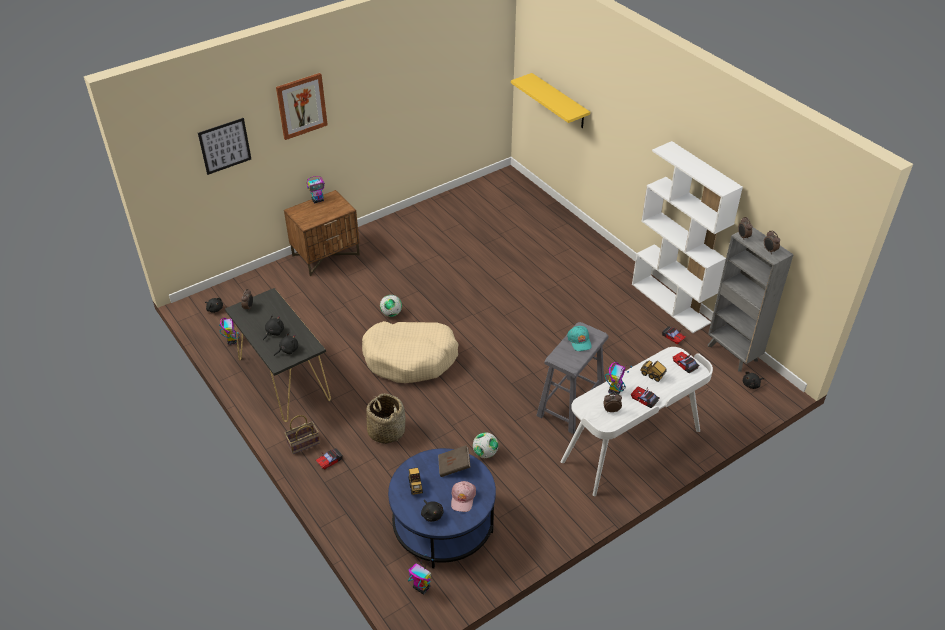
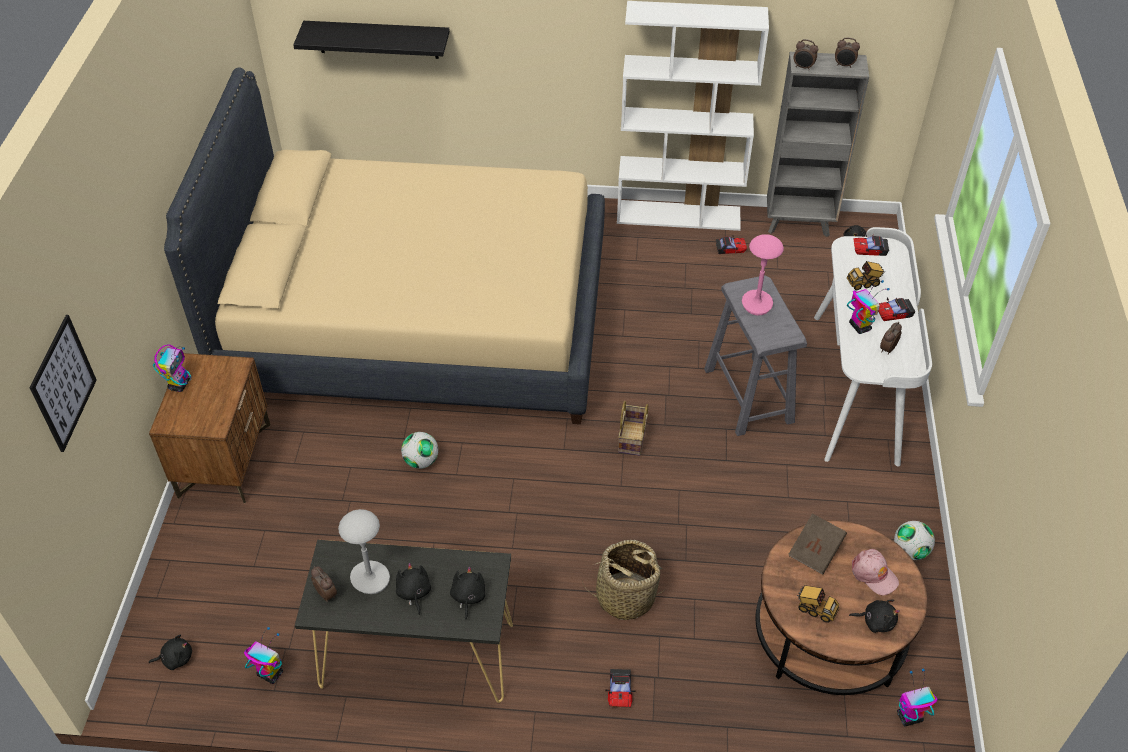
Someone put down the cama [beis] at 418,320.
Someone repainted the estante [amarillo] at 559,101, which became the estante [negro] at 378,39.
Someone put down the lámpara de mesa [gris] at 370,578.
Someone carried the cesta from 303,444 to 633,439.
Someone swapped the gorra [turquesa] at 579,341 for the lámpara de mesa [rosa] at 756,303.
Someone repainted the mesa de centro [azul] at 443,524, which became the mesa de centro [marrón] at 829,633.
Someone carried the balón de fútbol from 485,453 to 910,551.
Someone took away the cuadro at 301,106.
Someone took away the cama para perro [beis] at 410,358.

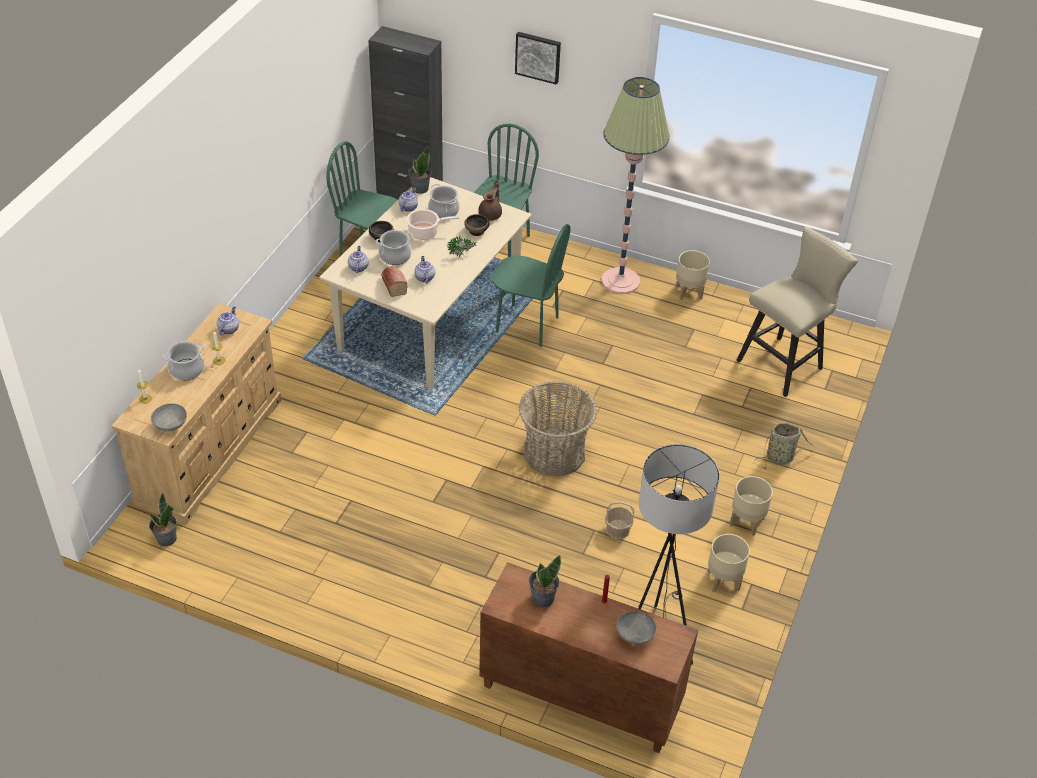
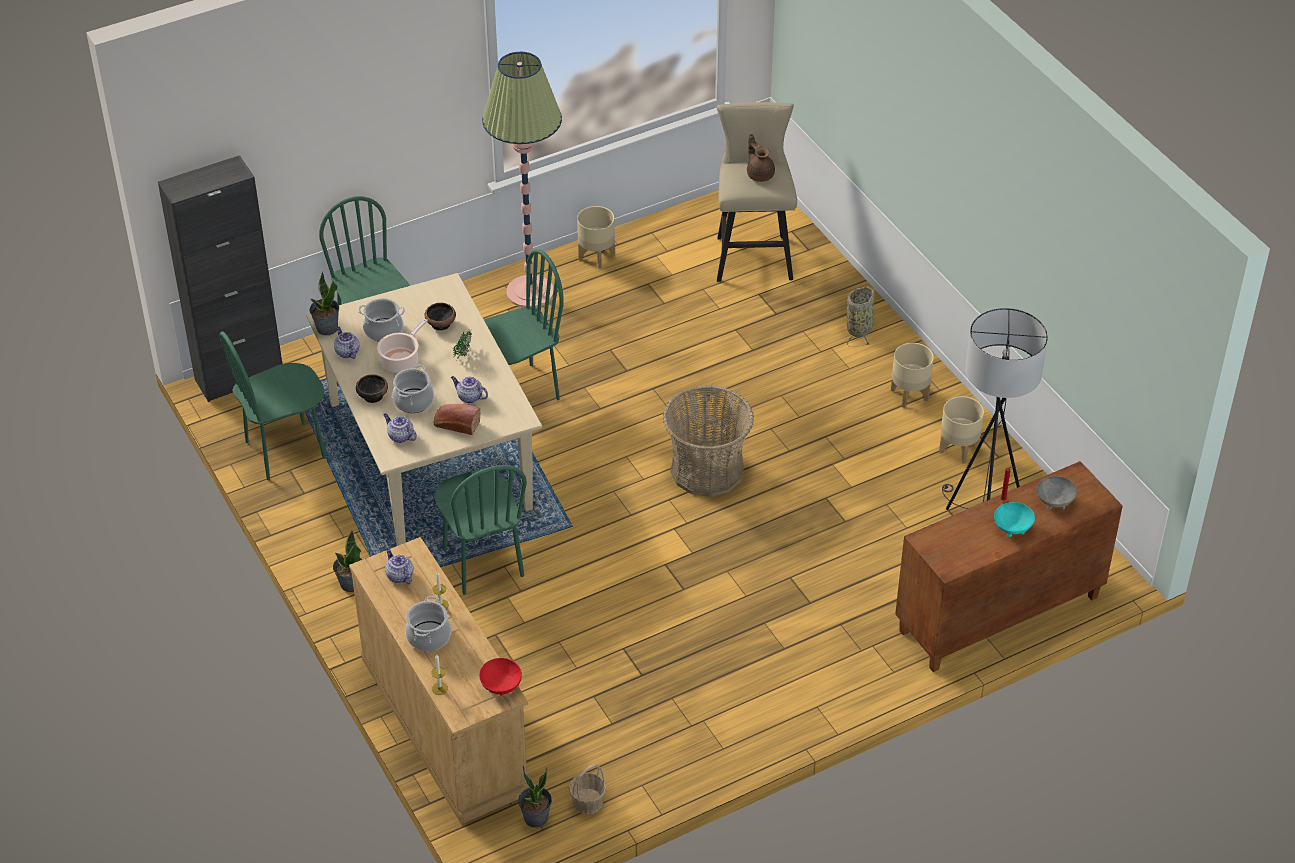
Someone carried the planta en maceta from 542,598 to 350,584.
Someone put down the silla [verde] at 482,563.
Someone repainted the cuenco [gris] at 170,426, which became the cuenco [rojo] at 501,687.
Someone carried the cesta from 617,529 to 587,802.
Someone carried the tetera [marrón] from 491,215 to 759,174.
Someone put down the cuenco [turquesa] at 1012,528.
Someone took away the cuadro at 538,56.

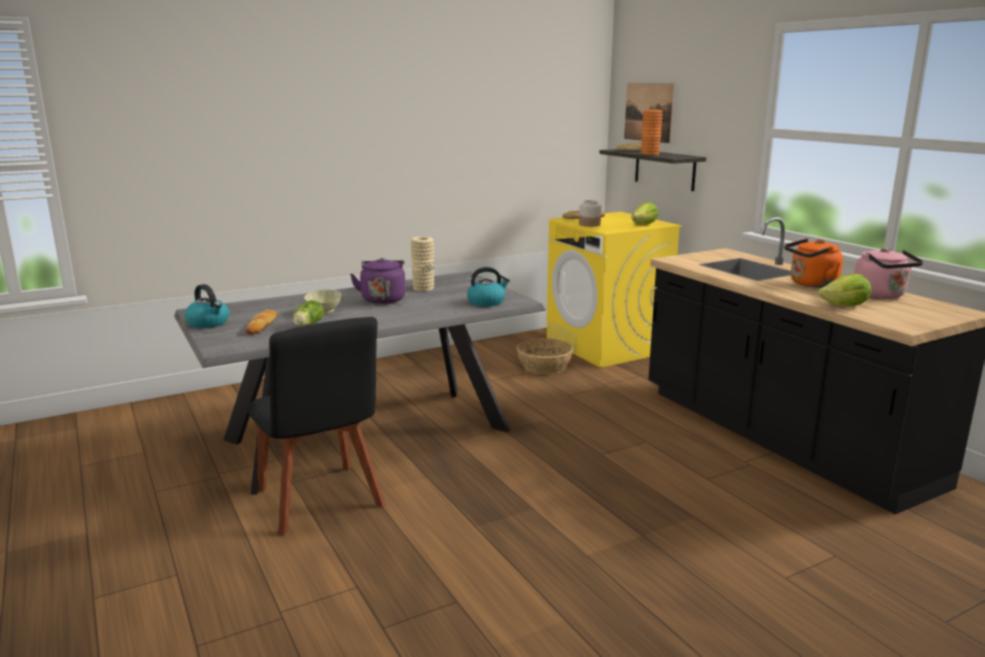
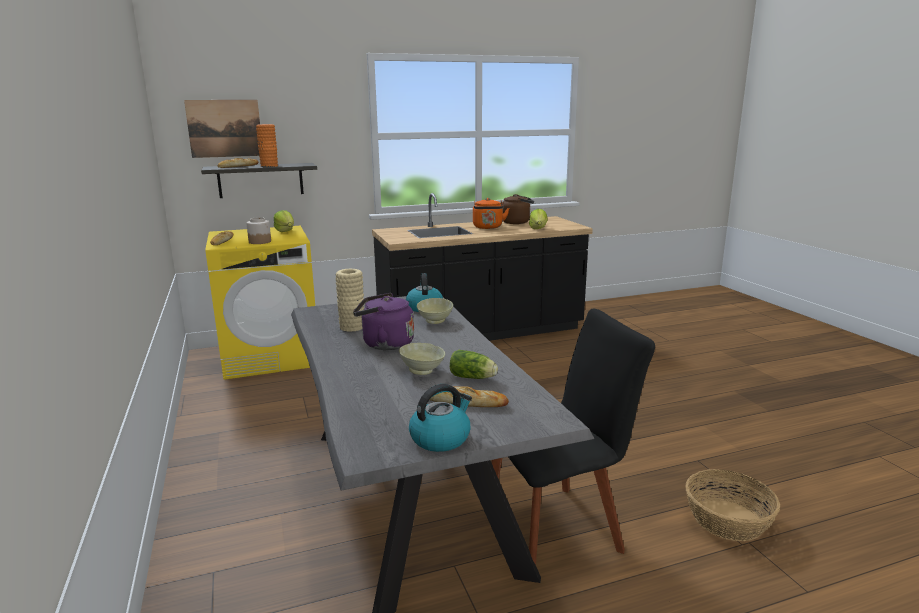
Someone put down the cuenco [beis] at 434,321.
Someone repainted the hervidor [rosa] at 881,295, which became the hervidor [marrón] at 517,222.
Someone carried the cesta from 543,366 to 727,520.

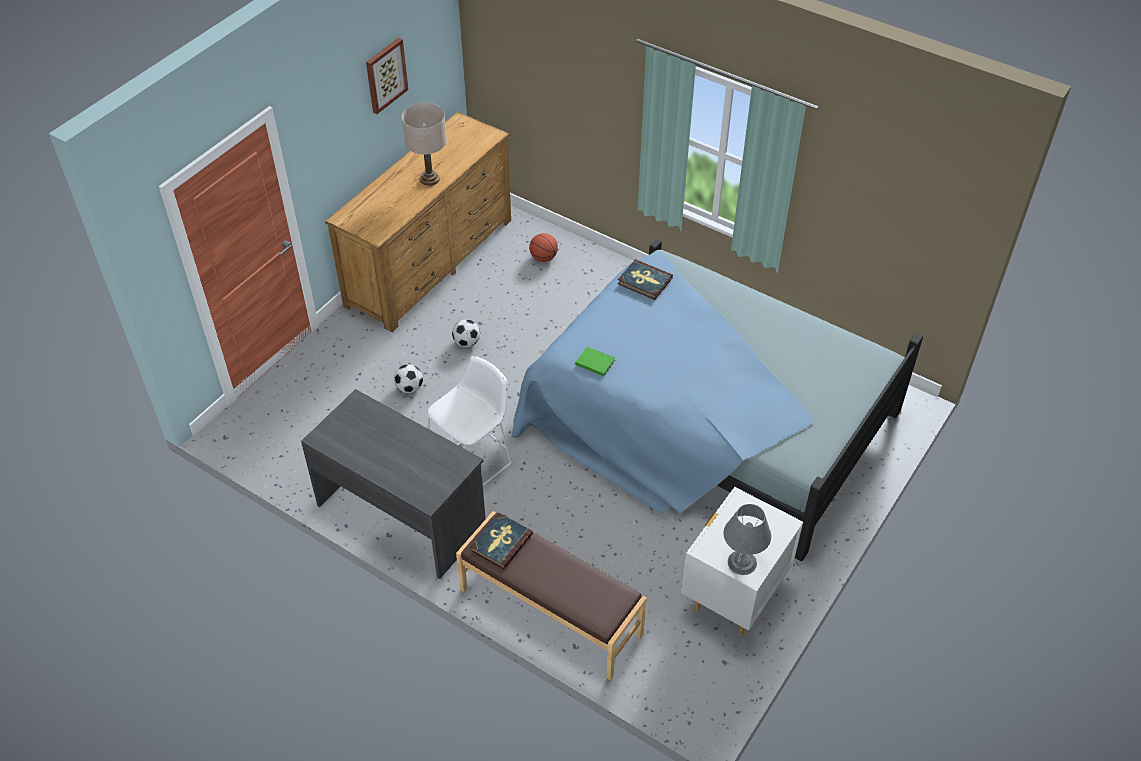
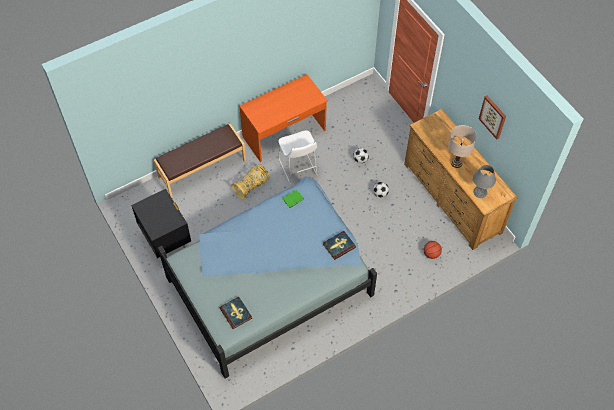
Someone repainted the mesita de noche [blanco] at 734,596, which became the mesita de noche [negro] at 166,240.
Someone carried the libro from 501,542 to 236,313.
Someone put down the cesta at 252,186.
Someone repainted the escritorio [gris] at 402,514, which became the escritorio [naranja] at 284,134.
Someone carried the lámpara de mesa [gris] from 742,562 to 480,192.

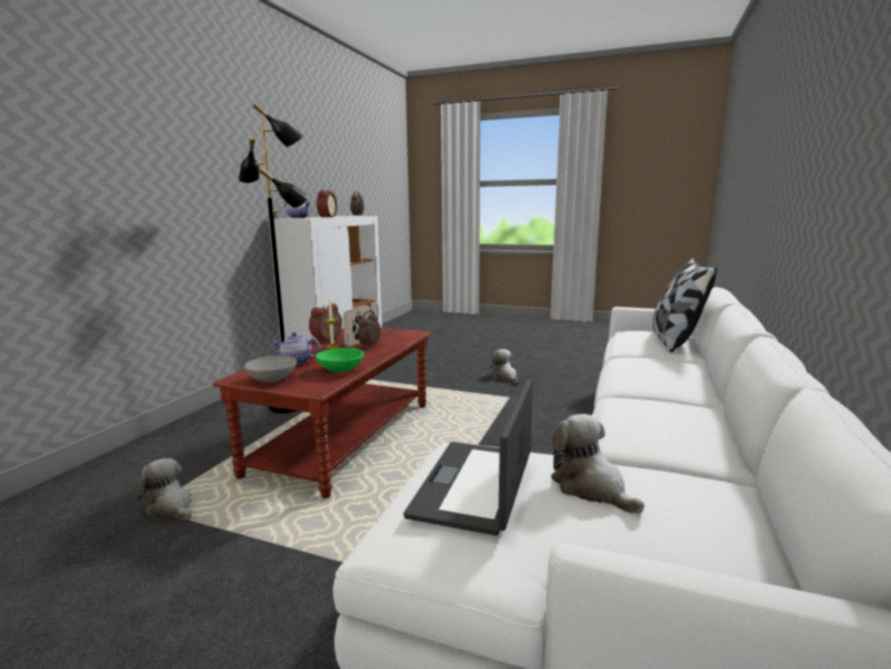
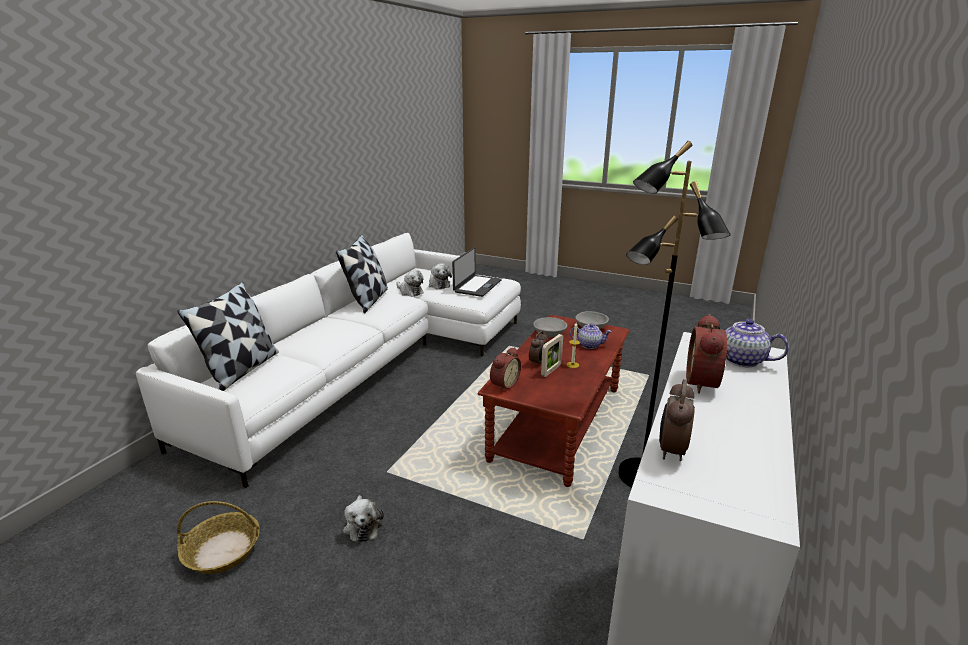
Someone put down the cesta at 222,551.
Someone put down the cojín at 368,300.
Someone carried the peluche from 171,507 to 410,292.
Someone carried the despertador from 328,339 to 503,384.
Someone repainted the cuenco [verde] at 341,370, which became the cuenco [gris] at 549,334.

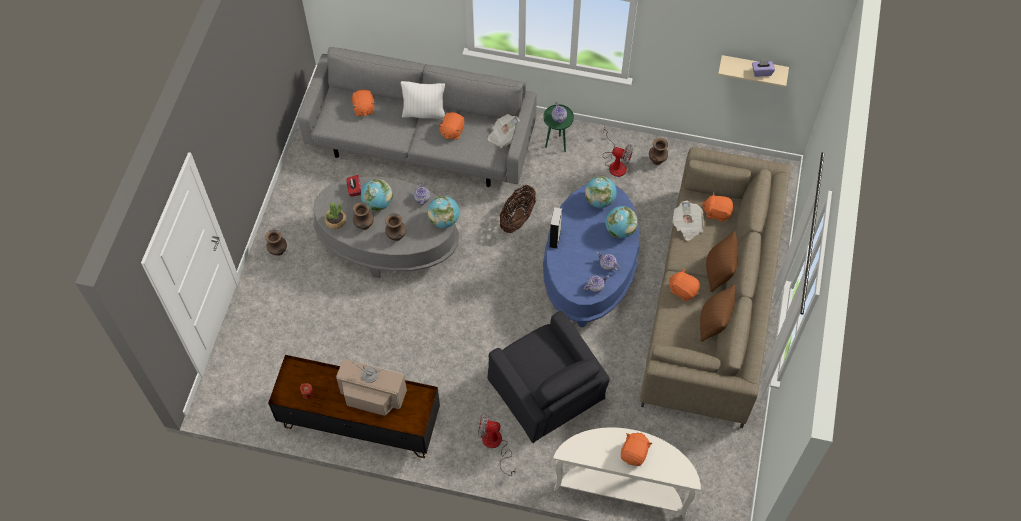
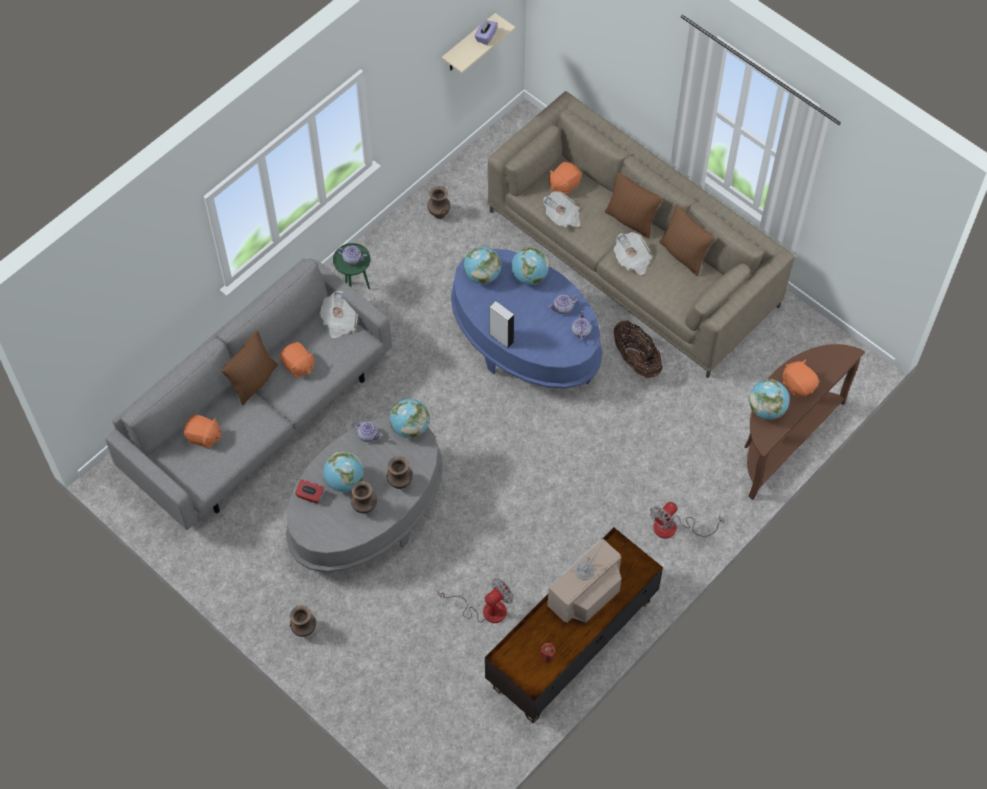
Someone repainted the cojín [blanco] at 424,113, which became the cojín [marrón] at 253,381.
Someone carried the ventilador from 615,163 to 485,610.
Someone swapped the peluche [naranja] at 683,290 for the periódico at 632,259.
Someone carried the cesta from 517,218 to 636,360.
Someone repainted the mesa consola [blanco] at 622,487, which became the mesa consola [marrón] at 783,439.
Someone put down the globo terráqueo at 766,409.
Someone took away the planta en maceta at 335,221.
Someone took away the sillón [negro] at 547,390.

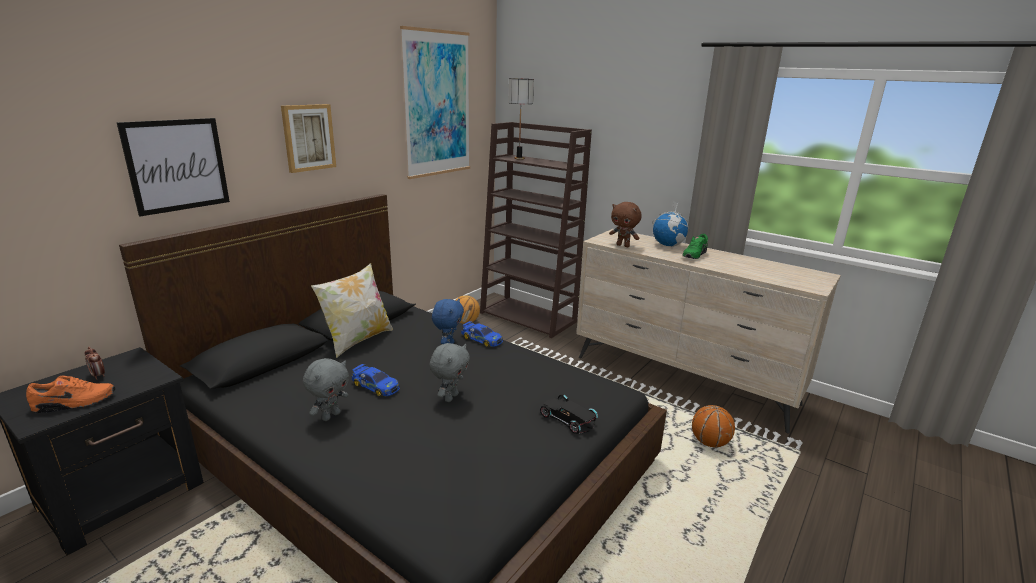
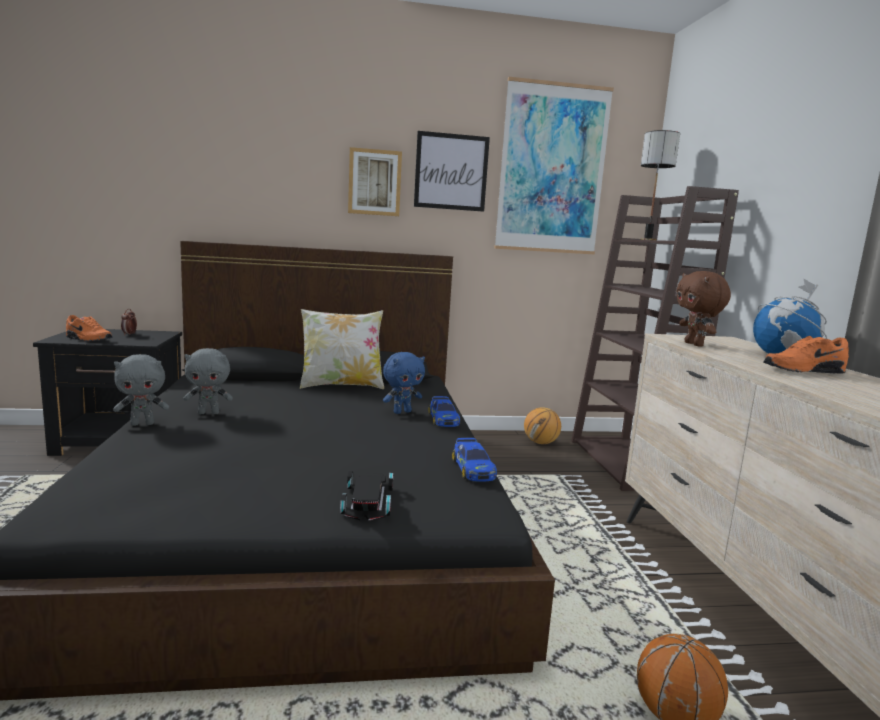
Someone carried the peluche [gris] from 450,397 to 143,424.
Someone carried the cuadro from 177,165 to 451,172.
Someone carried the coche de juguete from 375,386 to 473,469.
Someone repainted the zapato [verde] at 693,255, which became the zapato [naranja] at 802,370.

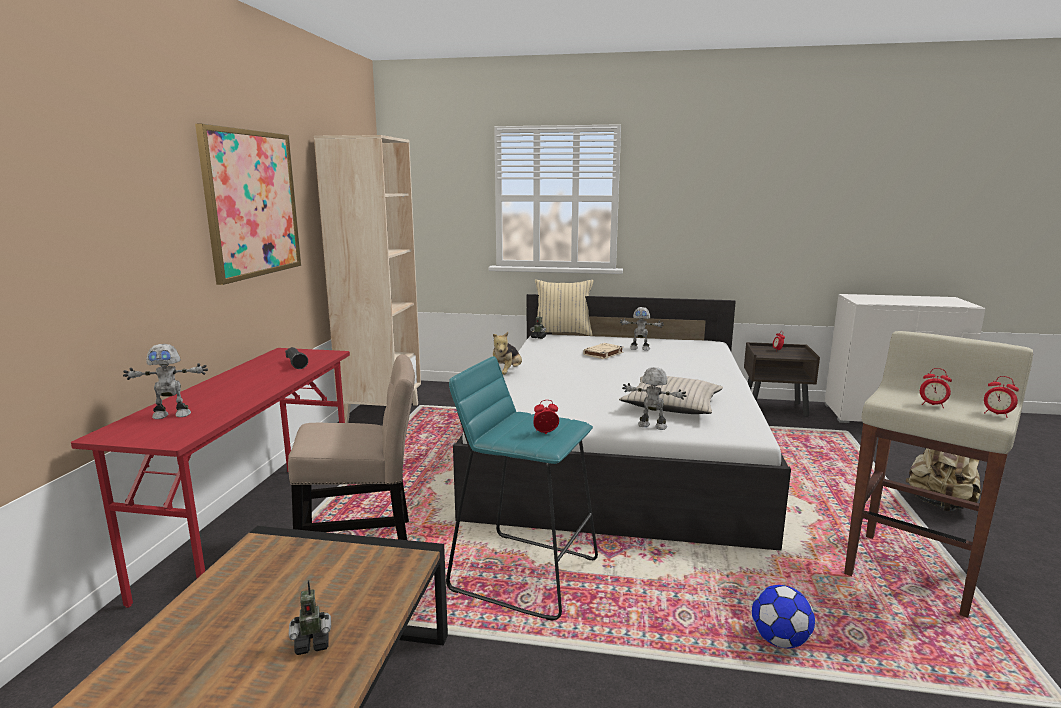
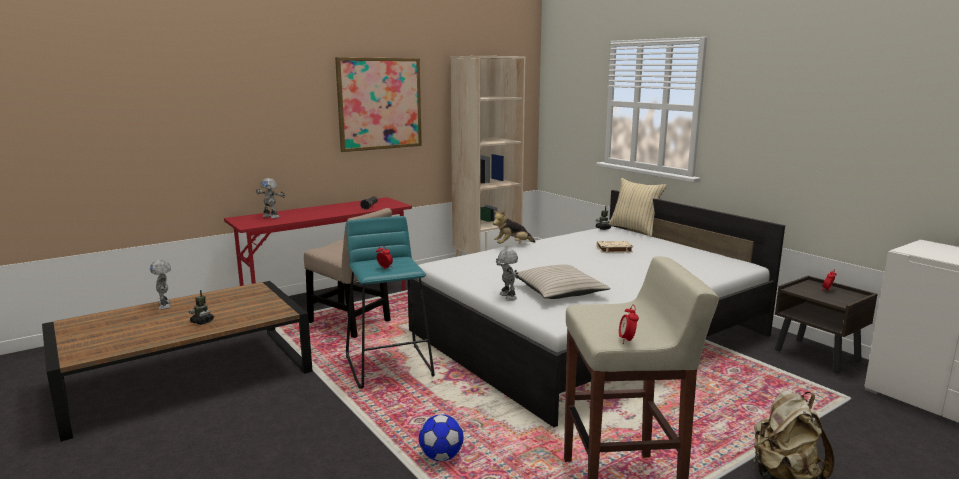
Someone carried the robot de juguete from 640,348 to 165,305.
Someone took away the despertador at 932,405.

